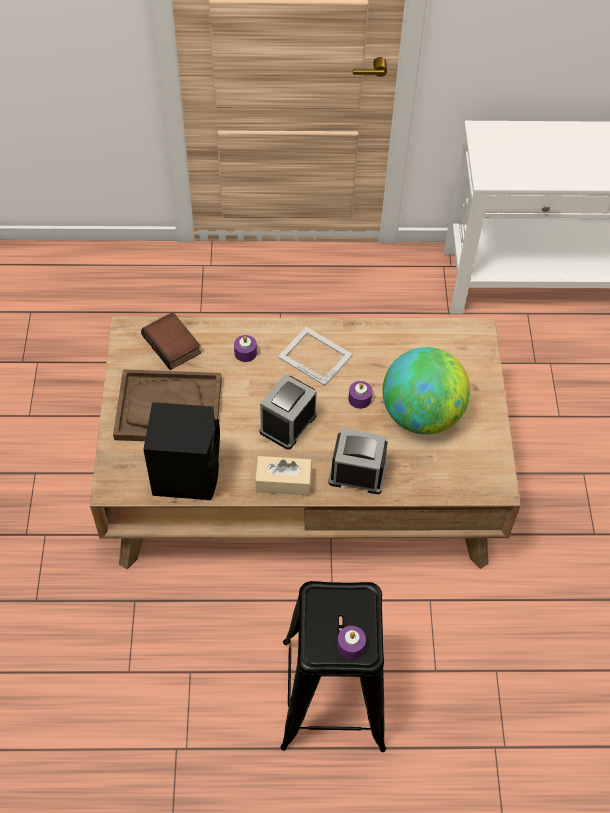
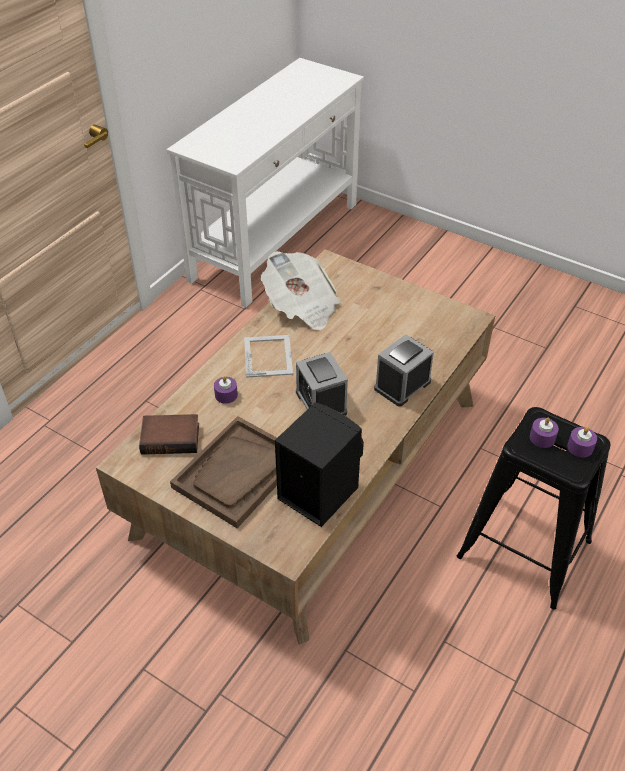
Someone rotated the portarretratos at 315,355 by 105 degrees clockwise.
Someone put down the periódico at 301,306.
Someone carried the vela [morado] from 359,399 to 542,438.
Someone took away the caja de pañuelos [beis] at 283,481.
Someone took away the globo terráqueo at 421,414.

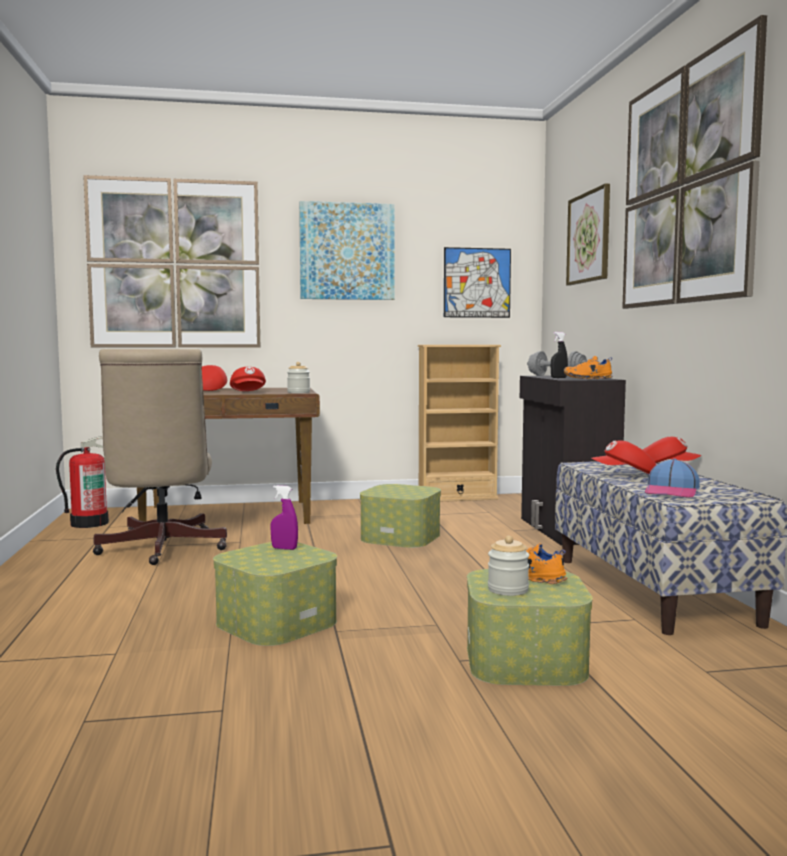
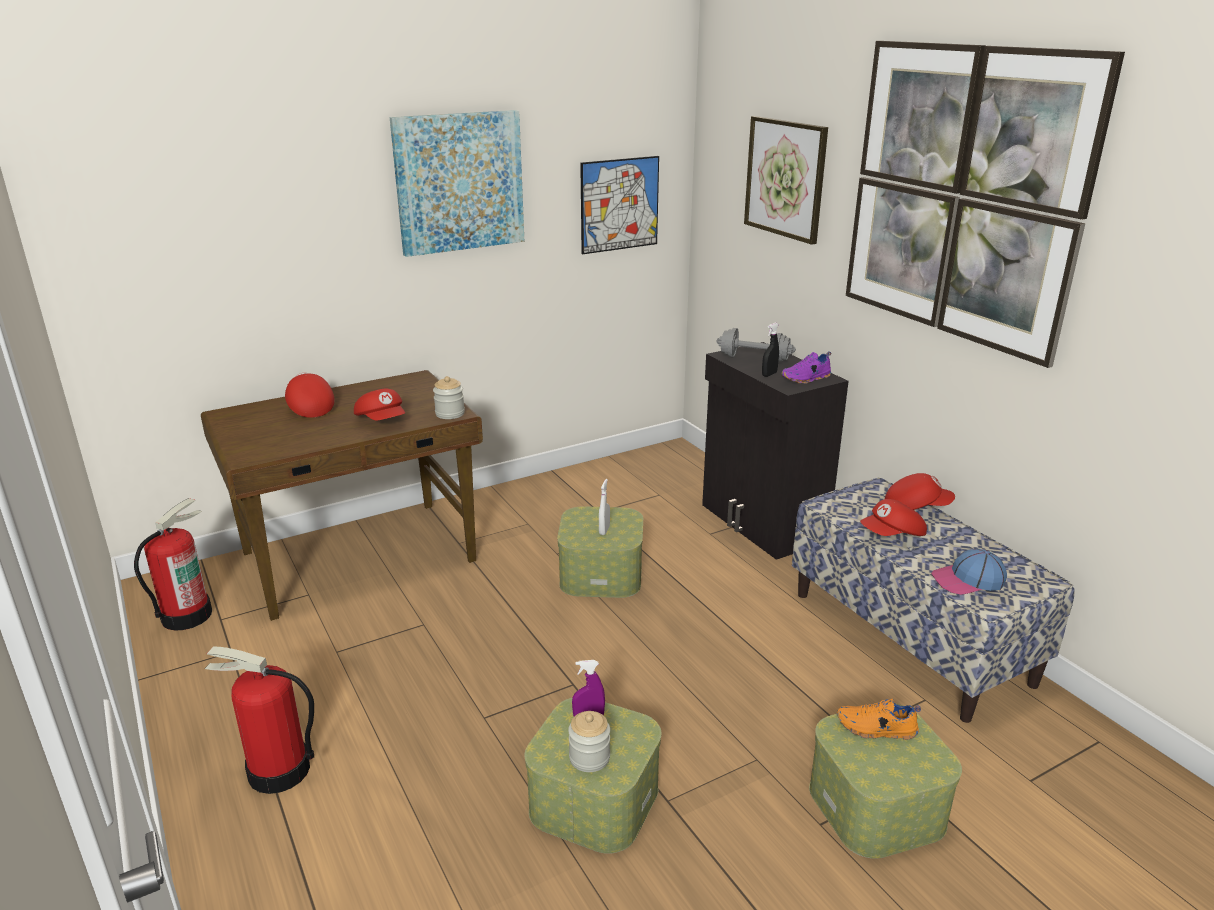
Someone put down the extintor at 278,771.
Someone carried the tarro from 508,590 to 589,758.
Someone put down the pulverizador [blanco] at 604,530.
Someone repainted the zapato [naranja] at 588,378, which became the zapato [morado] at 806,379.
Someone rotated the gorra at 672,491 by 75 degrees clockwise.
Someone took away the cuadro at 175,264.
Someone took away the silla de oficina [beis] at 160,550.
Someone took away the estantería [beis] at 457,498.

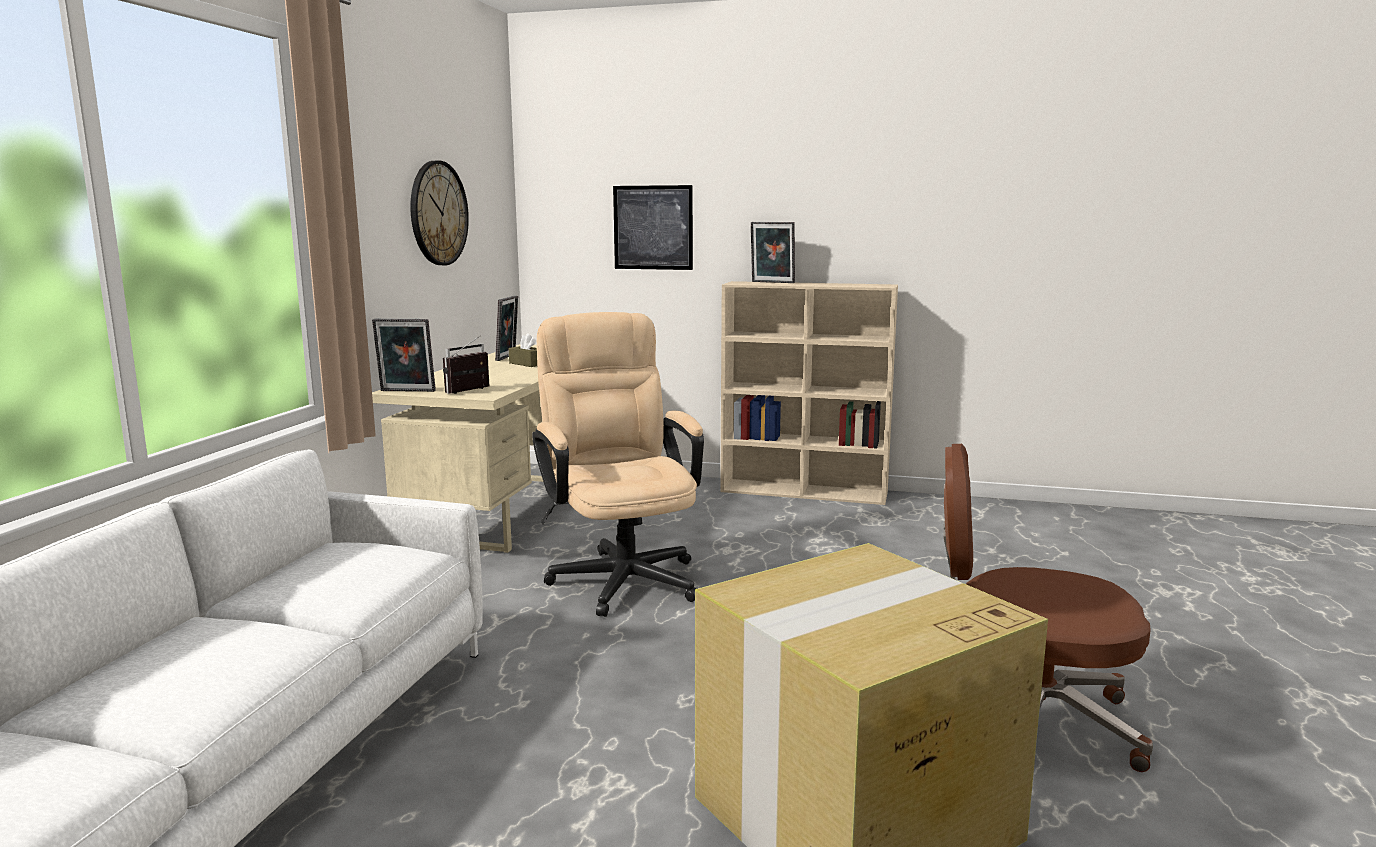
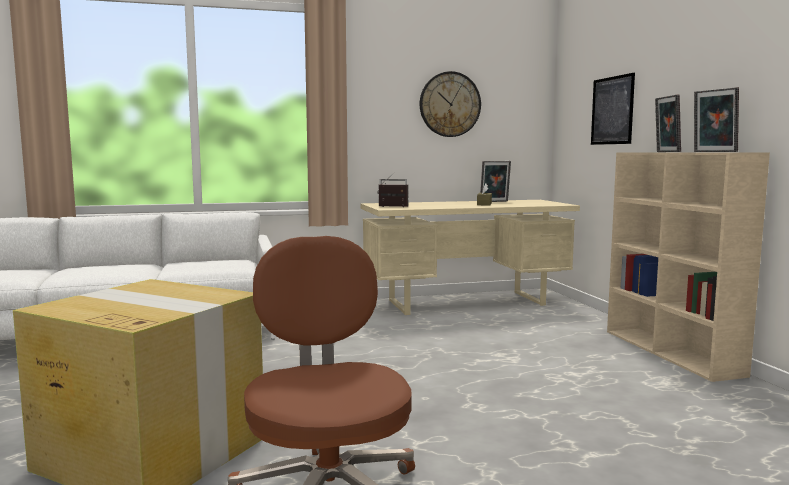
Someone carried the portarretratos from 406,391 to 713,152.
Someone took away the silla de oficina [beis] at 621,575.

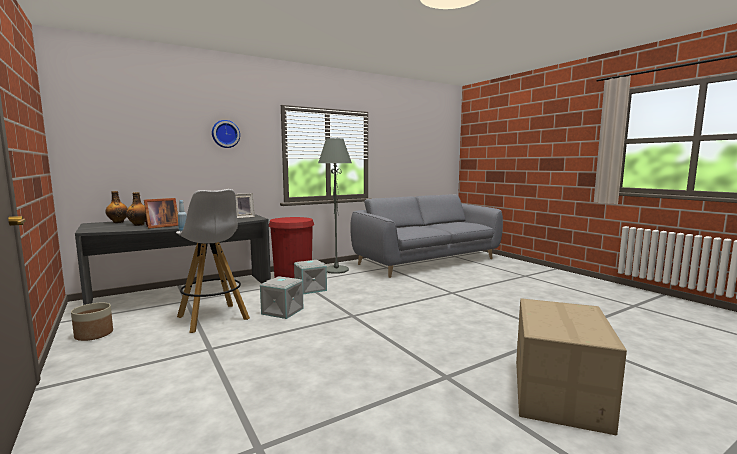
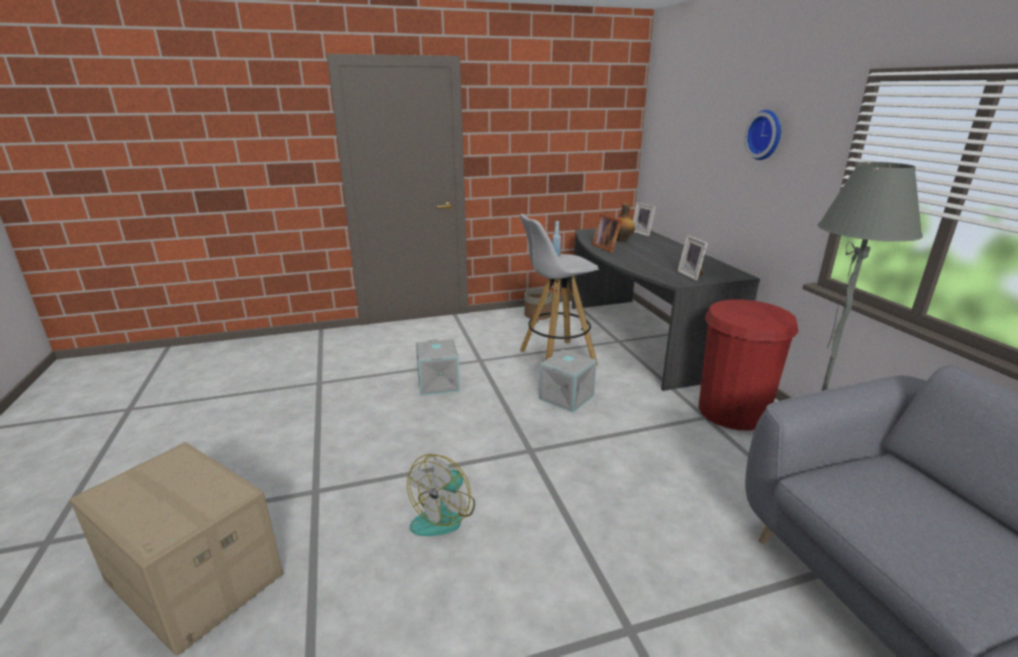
Someone put down the ventilador at 444,515.
Someone carried the caja de almacenaje [gris] from 310,288 to 439,383.
Someone swapped the botella at 118,222 for the portarretratos at 643,233.

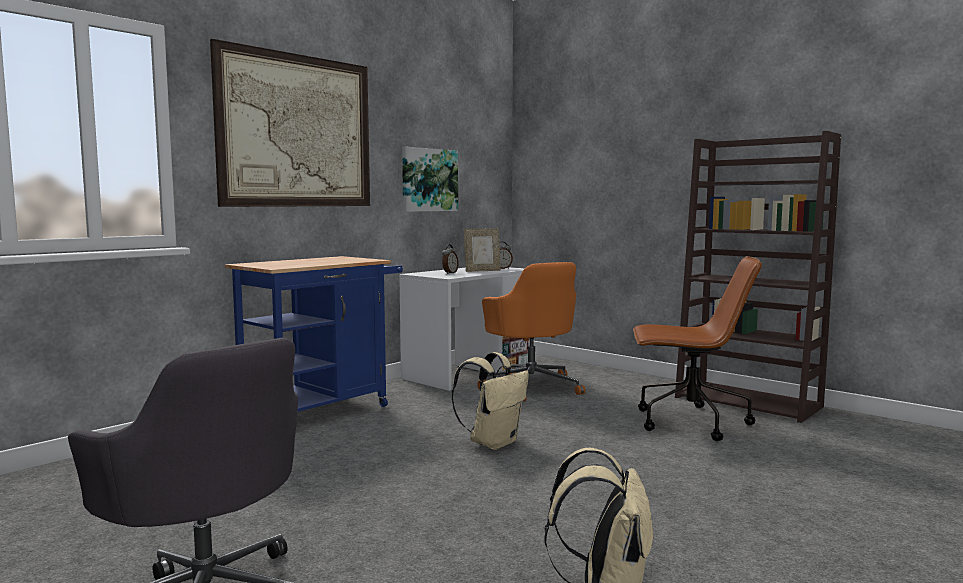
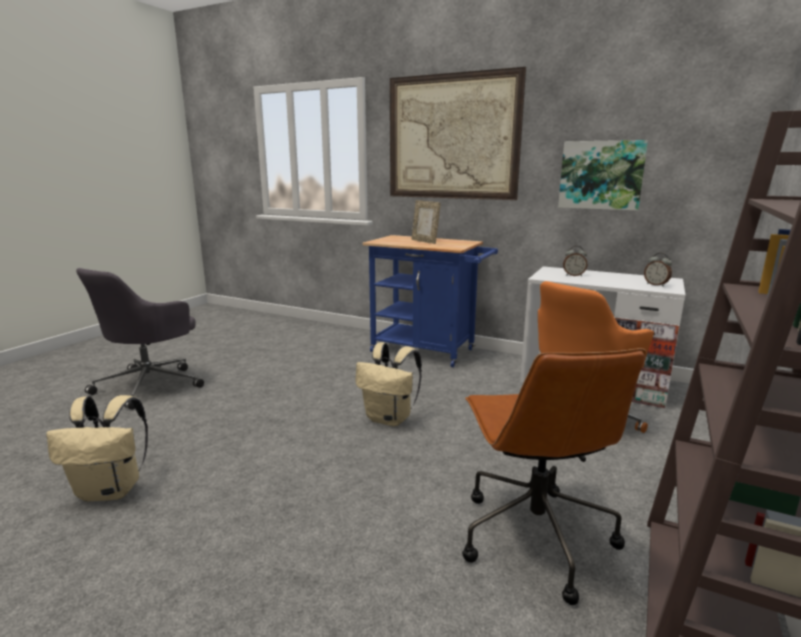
Someone carried the portarretratos from 482,271 to 425,241.

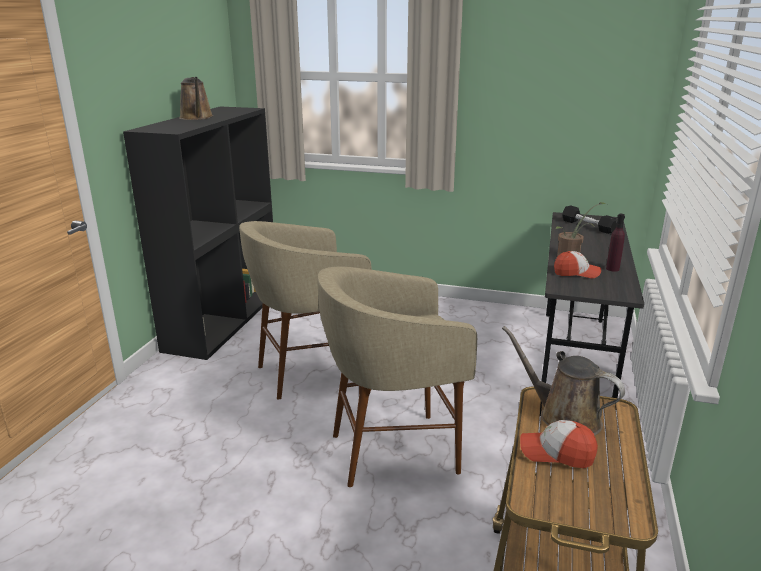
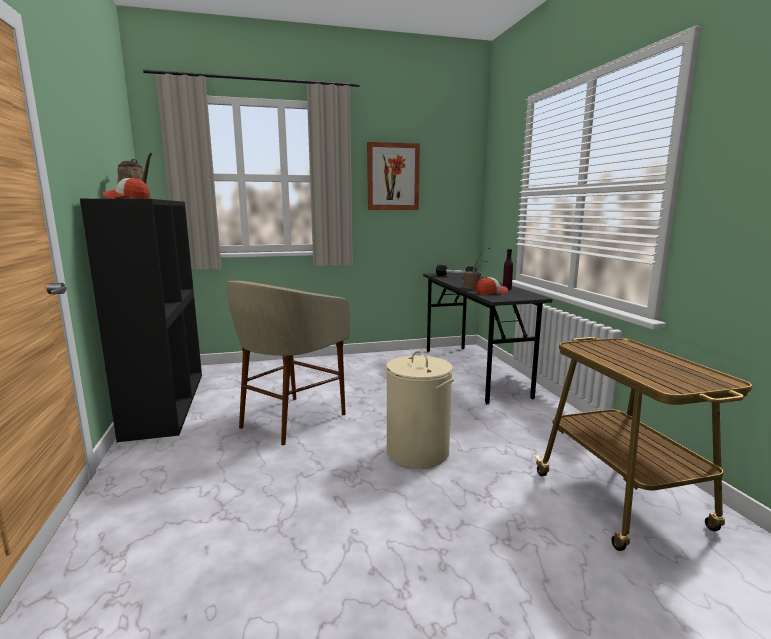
Someone carried the gorra from 556,453 to 127,199.
Someone put up the cuadro at 393,177.
Someone swapped the taburete [beis] at 392,451 for the cesto de la ropa [beis] at 417,452.
Someone took away the regadera [marrón] at 564,417.

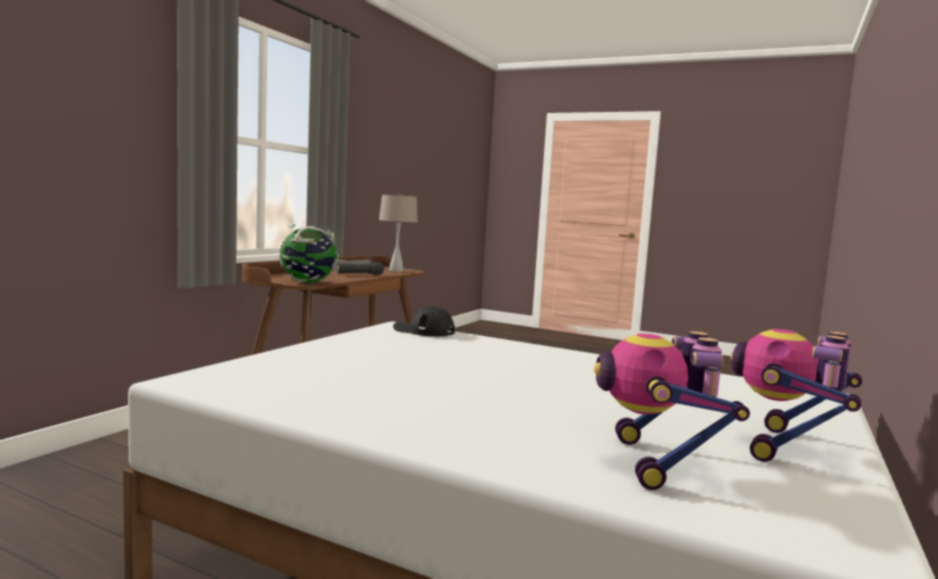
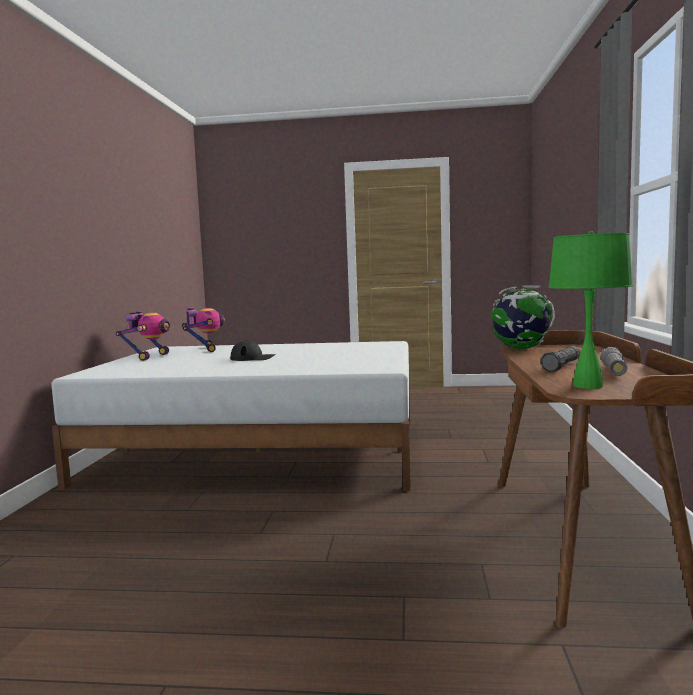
Someone carried the gorra [negro] from 423,331 to 253,358.
Someone repainted the lámpara de mesa [beis] at 396,270, which became the lámpara de mesa [verde] at 588,386.

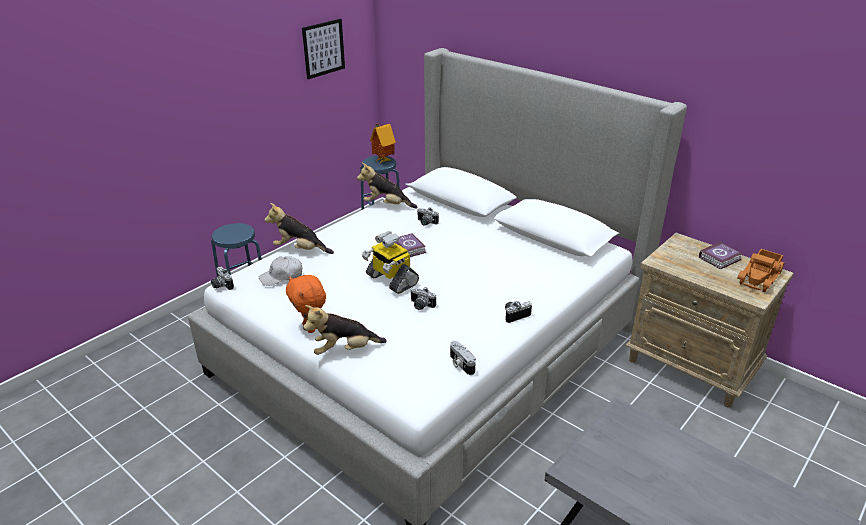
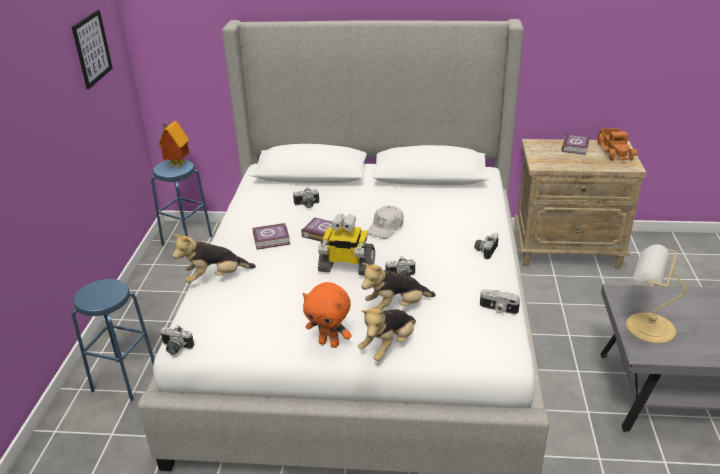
Someone put down the libro at 272,240.
Someone carried the peluche from 386,205 to 396,308.
Someone carried the gorra [blanco] from 282,277 to 386,228.
Someone put down the lámpara de mesa at 647,327.

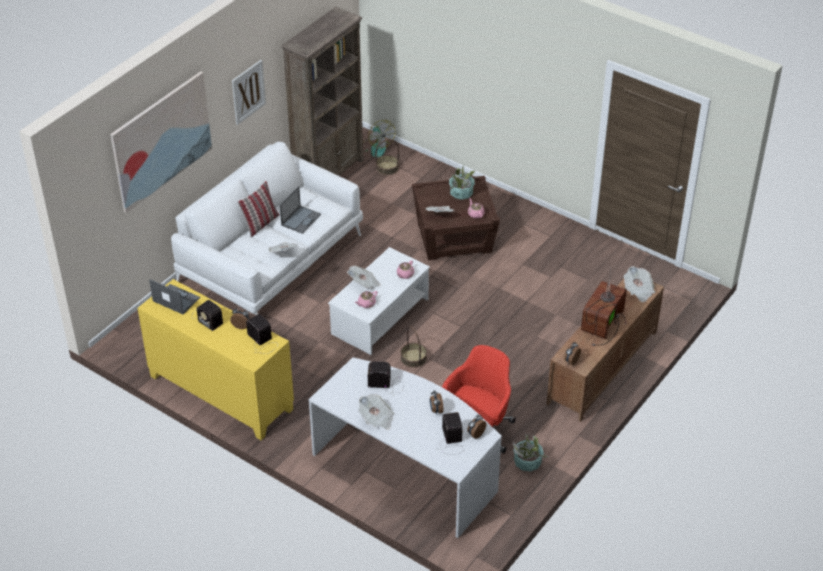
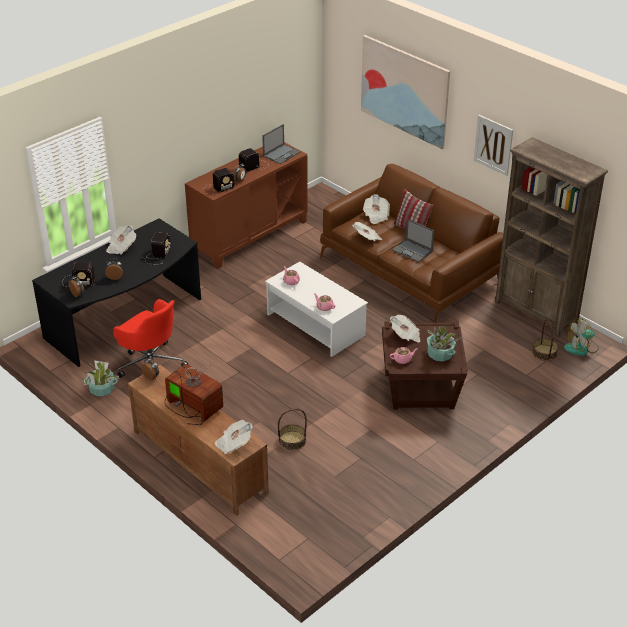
Someone repainted the escritorio [blanco] at 407,469, which became the escritorio [negro] at 126,320.
Someone repainted the armario [amarillo] at 220,393, which became the armario [marrón] at 249,236.
Someone carried the cesta from 413,358 to 292,440.
Someone repainted the sofá [blanco] at 271,258, which became the sofá [marrón] at 410,270.
Someone carried the periódico from 364,283 to 376,216.

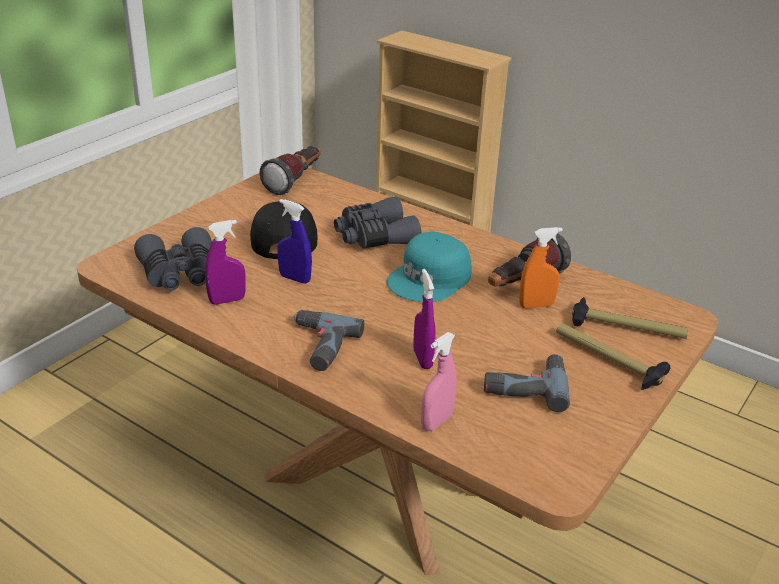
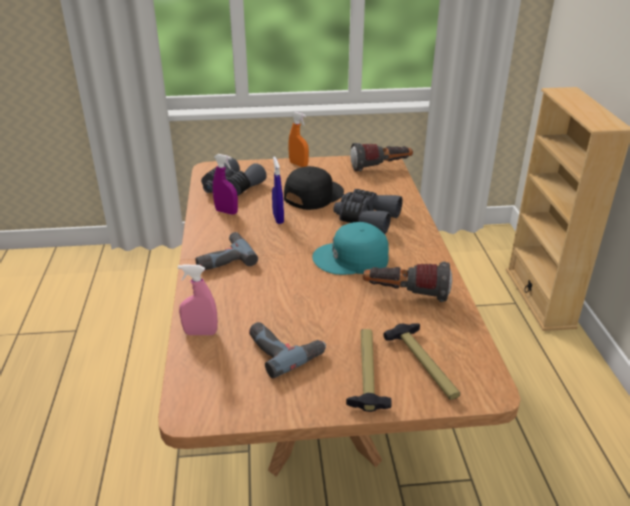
Someone carried the pulverizador [naranja] from 536,305 to 298,164.
Someone took away the pulverizador [morado] at 422,359.

